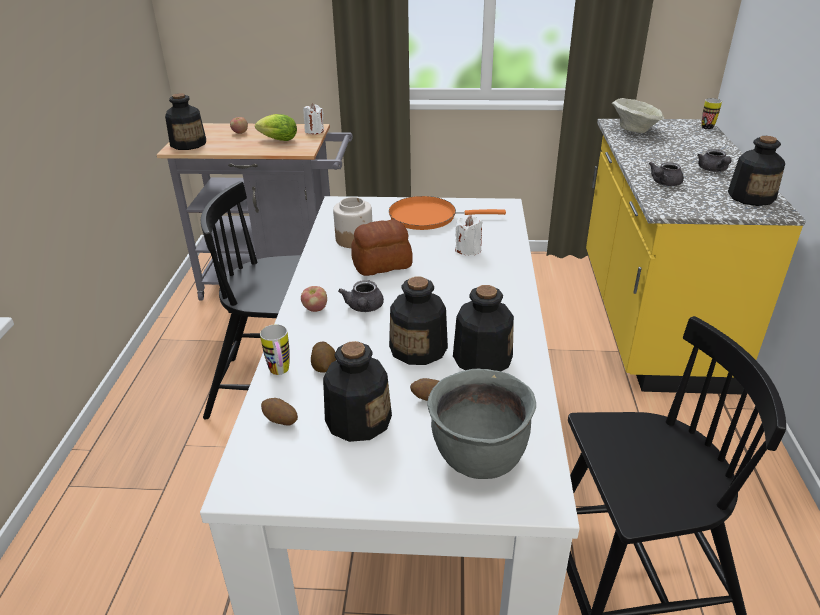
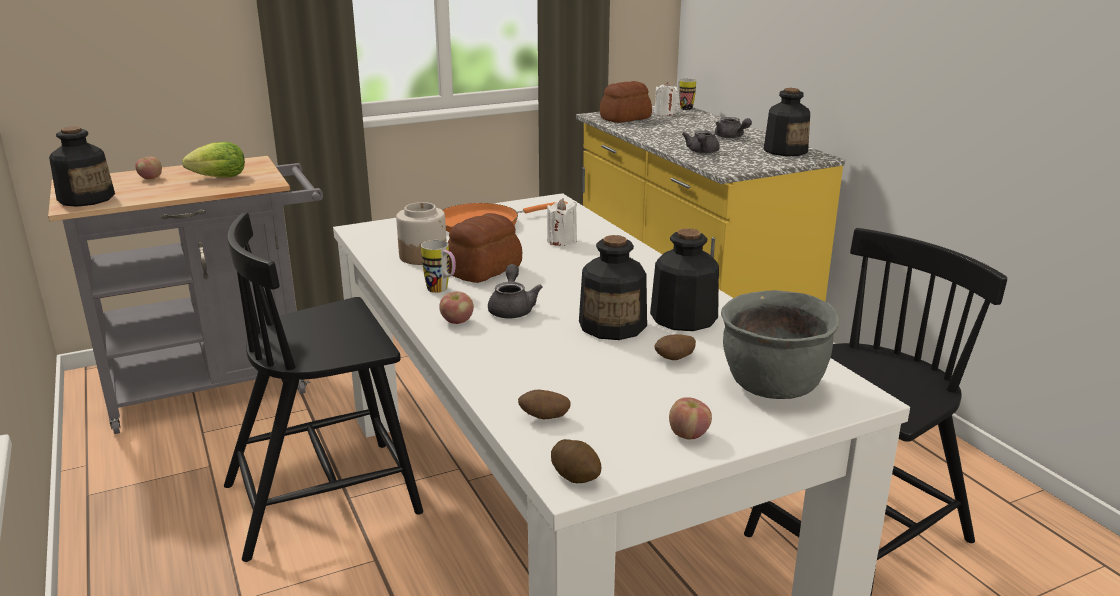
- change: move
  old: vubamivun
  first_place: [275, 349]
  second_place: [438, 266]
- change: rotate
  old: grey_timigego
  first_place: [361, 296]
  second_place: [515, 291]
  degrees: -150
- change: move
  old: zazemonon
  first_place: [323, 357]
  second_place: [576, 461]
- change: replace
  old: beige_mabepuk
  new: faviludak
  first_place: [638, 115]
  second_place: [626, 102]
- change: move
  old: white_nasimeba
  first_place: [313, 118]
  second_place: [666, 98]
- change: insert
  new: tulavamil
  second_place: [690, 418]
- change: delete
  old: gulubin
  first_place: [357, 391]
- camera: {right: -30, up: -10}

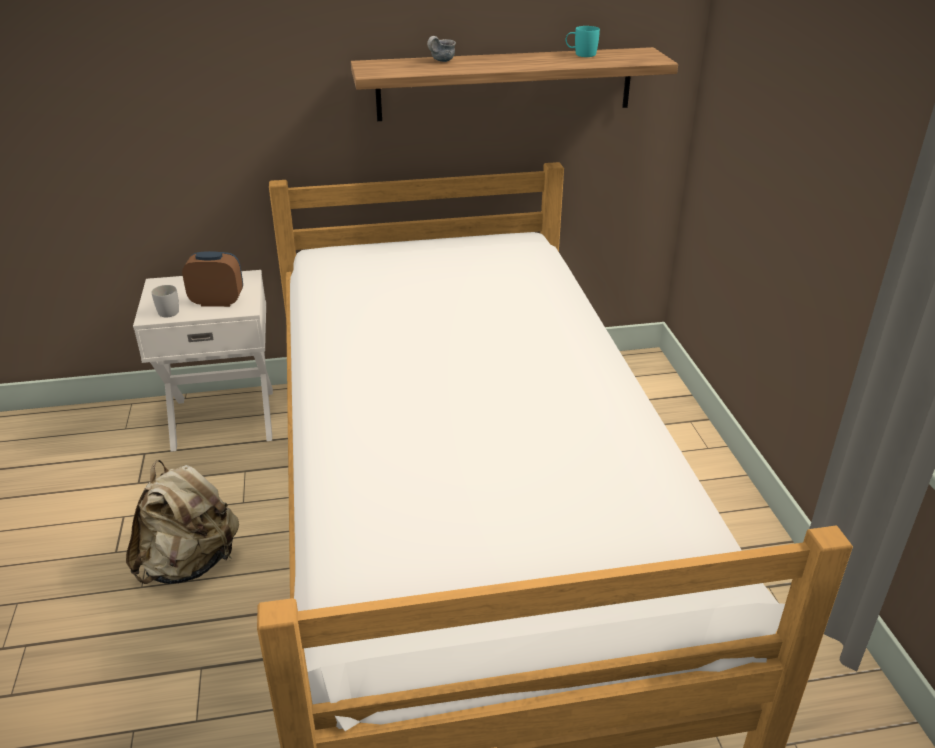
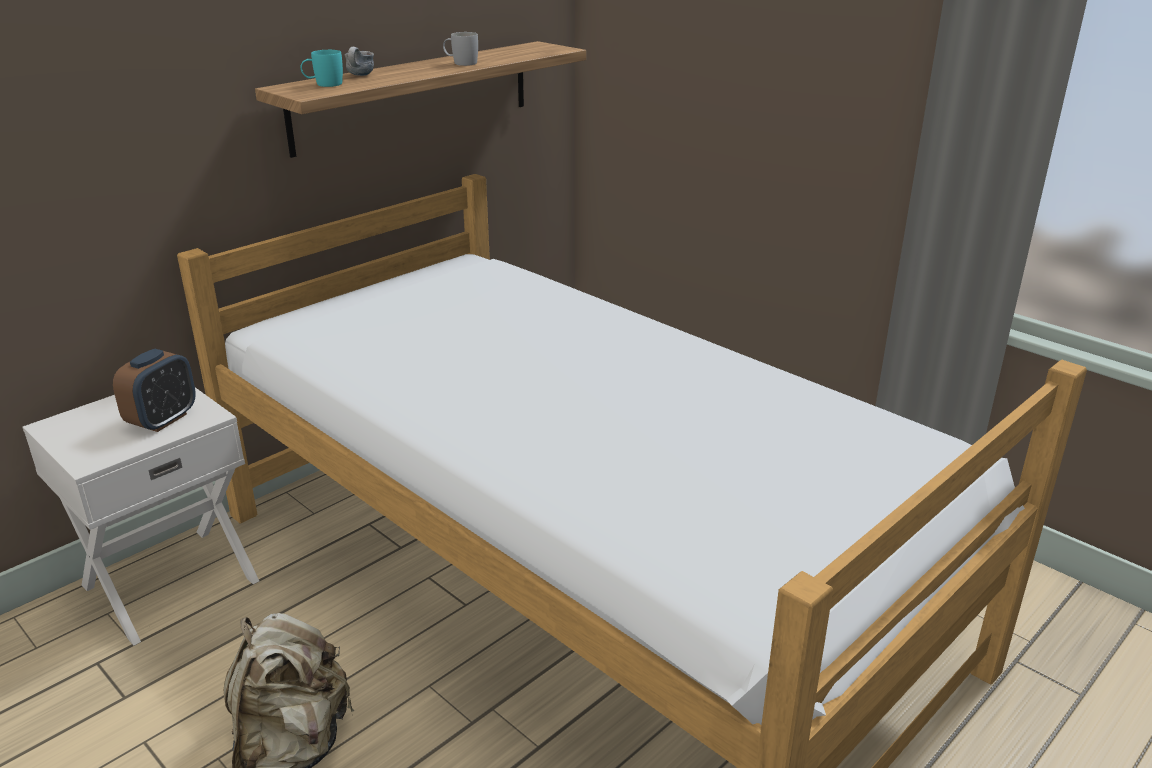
- change: rotate
  old: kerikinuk
  first_place: [212, 279]
  second_place: [154, 390]
  degrees: 150
- change: move
  old: turquoise_vubamivun
  first_place: [583, 41]
  second_place: [322, 68]
- change: move
  old: white_vubamivun
  first_place: [165, 301]
  second_place: [460, 49]
- camera: {right: -35, up: -5}

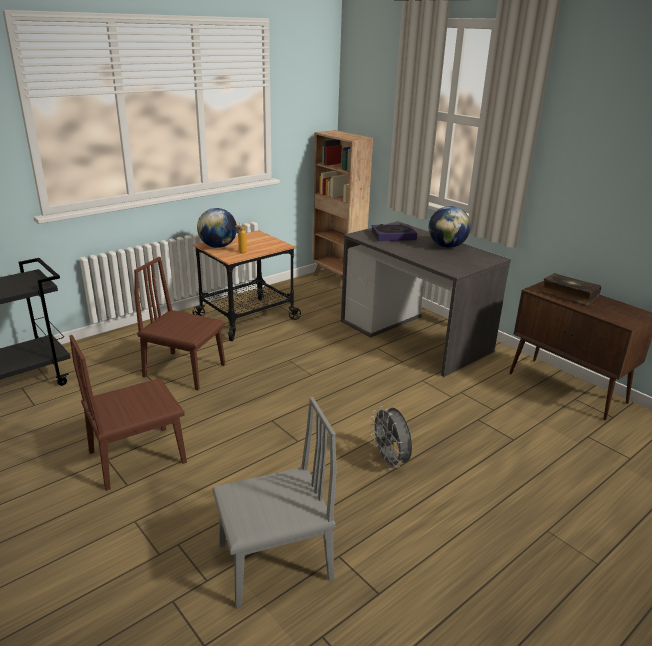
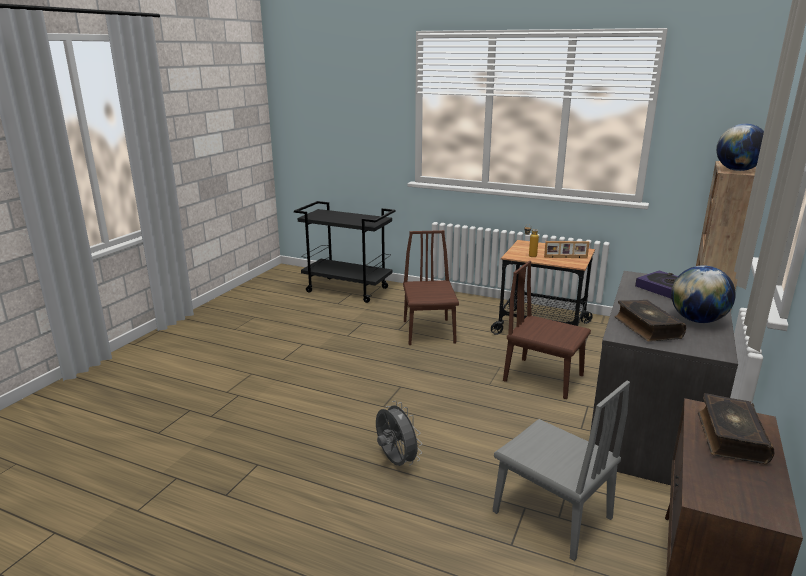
- change: rotate
  old: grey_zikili
  first_place: [391, 438]
  second_place: [399, 433]
  degrees: 105
- change: move
  old: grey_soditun
  first_place: [274, 502]
  second_place: [561, 471]
- change: move
  old: brown_soditun
  first_place: [128, 413]
  second_place: [547, 330]
- change: insert
  new: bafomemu
  second_place: [566, 249]
- change: insert
  new: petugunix
  second_place: [650, 321]
- change: move
  old: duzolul
  first_place: [217, 228]
  second_place: [740, 147]
- camera: {right: 65, up: -5}

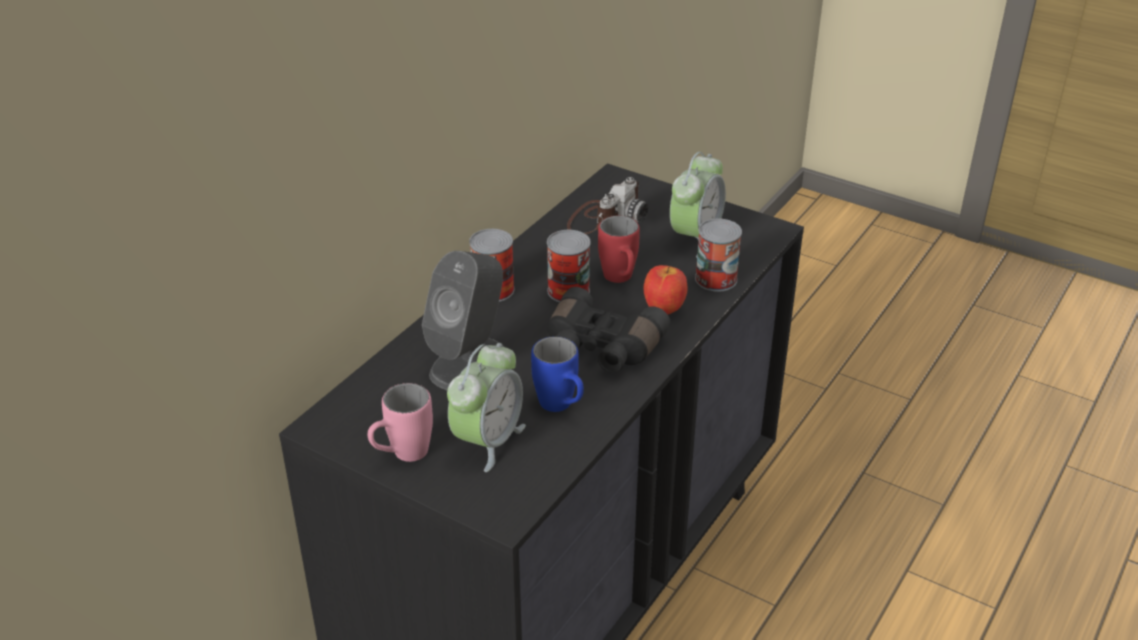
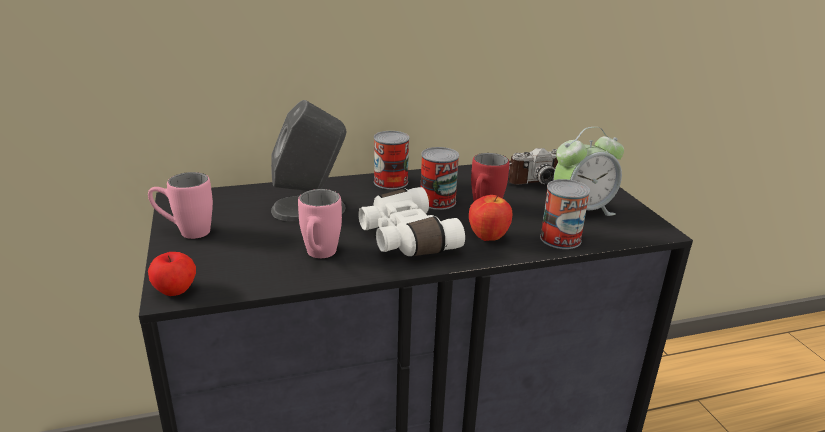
- change: insert
  new: tulavamil
  second_place: [172, 274]
- change: recolor
  old: blue_vubamivun
  new: pink_vubamivun
  first_place: [557, 374]
  second_place: [320, 223]
- change: recolor
  old: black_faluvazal
  new: white_faluvazal
  first_place: [609, 330]
  second_place: [411, 221]
- change: delete
  old: kerikinuk
  first_place: [486, 407]
- camera: {right: 40, up: -10}

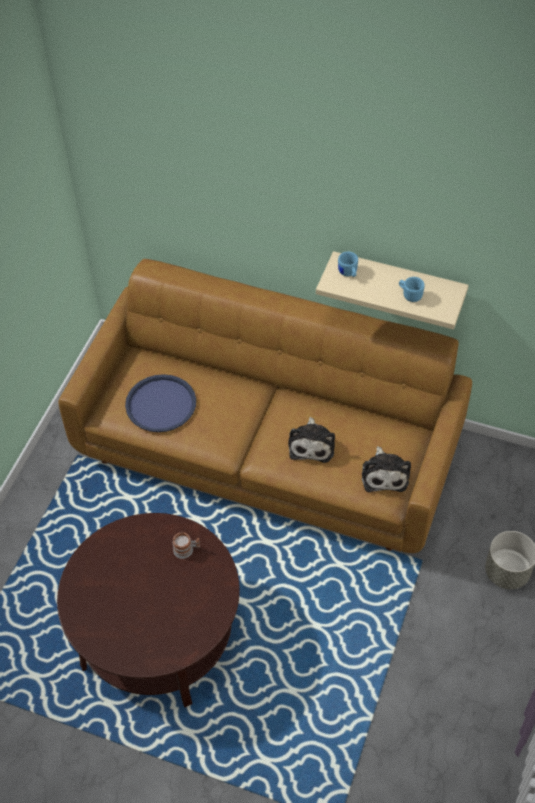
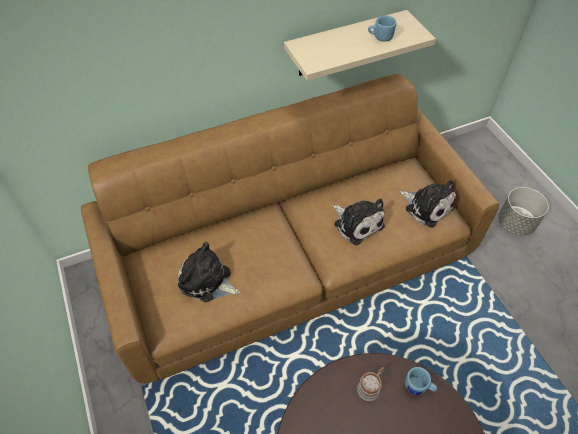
- change: replace
  old: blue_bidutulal
  new: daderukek
  first_place: [160, 403]
  second_place: [209, 272]
- change: move
  old: blue_vubamivun
  first_place: [348, 264]
  second_place: [421, 381]
- camera: {right: -45, up: 0}

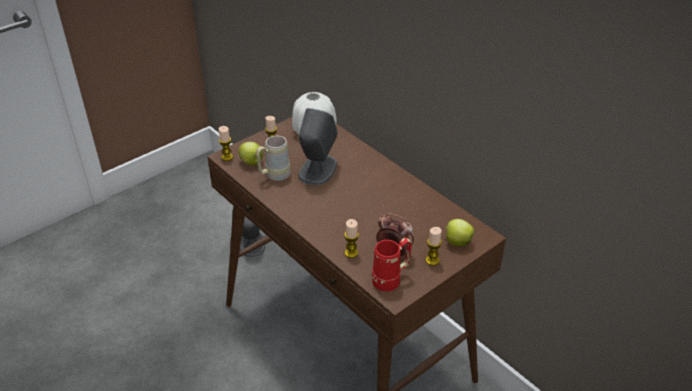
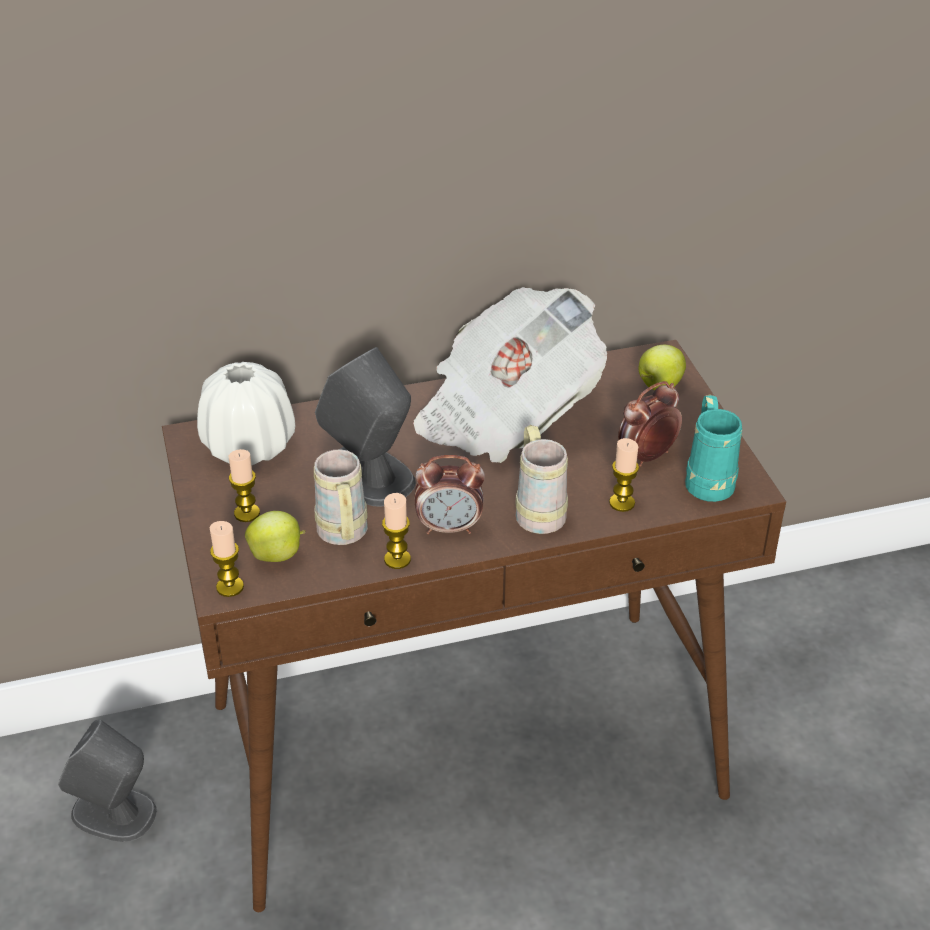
- change: move
  old: nasimeba
  first_place: [433, 246]
  second_place: [396, 531]
- change: insert
  new: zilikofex
  second_place: [510, 375]
- change: insert
  new: kerikinuk
  second_place: [449, 494]
- change: insert
  new: beige_vubamivun
  second_place: [541, 479]
- change: recolor
  old: red_vubamivun
  new: turquoise_vubamivun
  first_place: [392, 264]
  second_place: [713, 448]
- camera: {right: -65, up: 0}

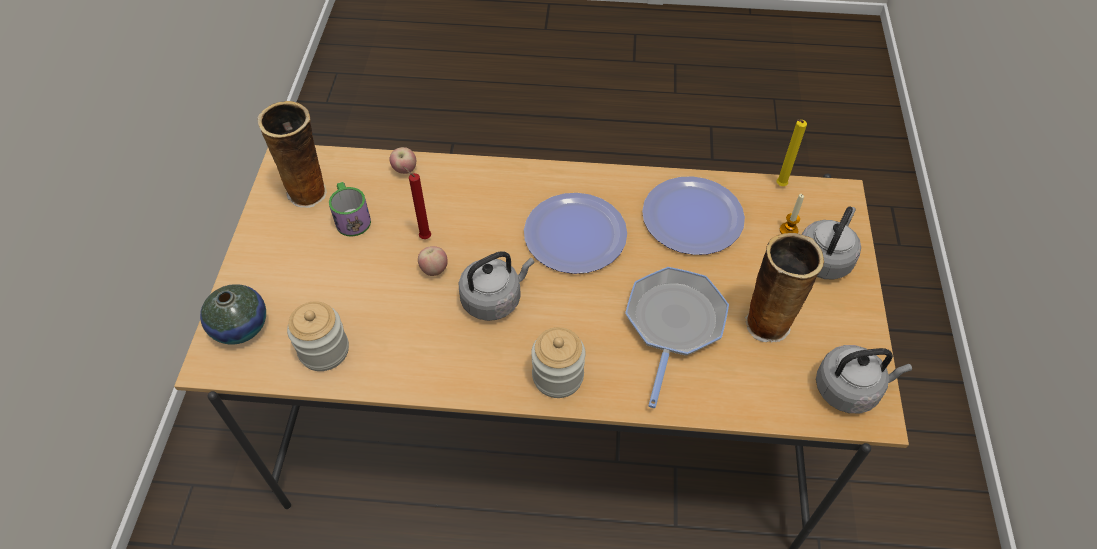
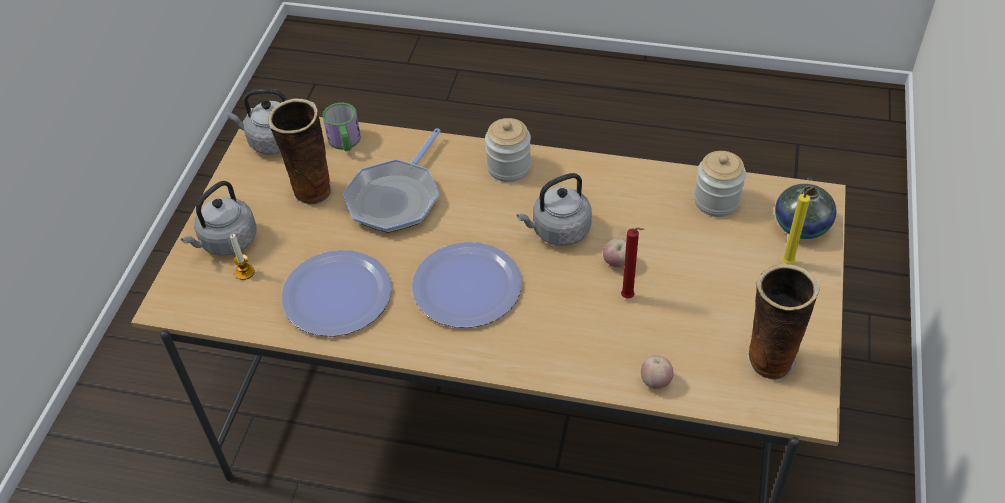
- change: move
  old: vubamivun
  first_place: [350, 209]
  second_place: [342, 127]
- change: move
  old: yellow_nasimeba
  first_place: [792, 153]
  second_place: [798, 224]
- camera: {right: -170, up: -5}

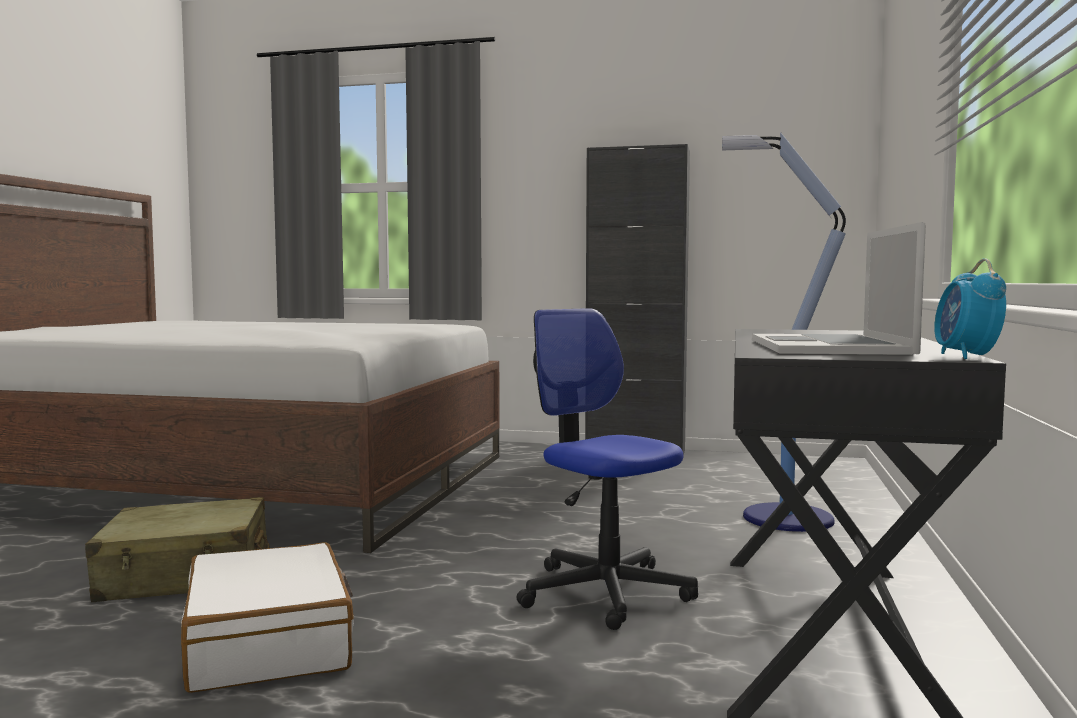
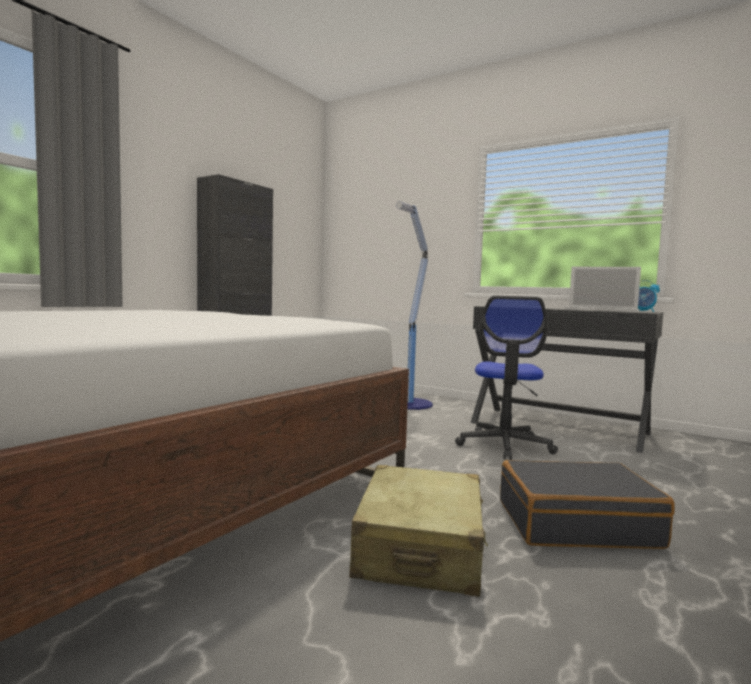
- change: rotate
  old: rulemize
  first_place: [607, 469]
  second_place: [506, 378]
  degrees: -60
- change: recolor
  old: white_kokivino
  new: black_kokivino
  first_place: [267, 617]
  second_place: [587, 504]
- camera: {right: -70, up: 0}

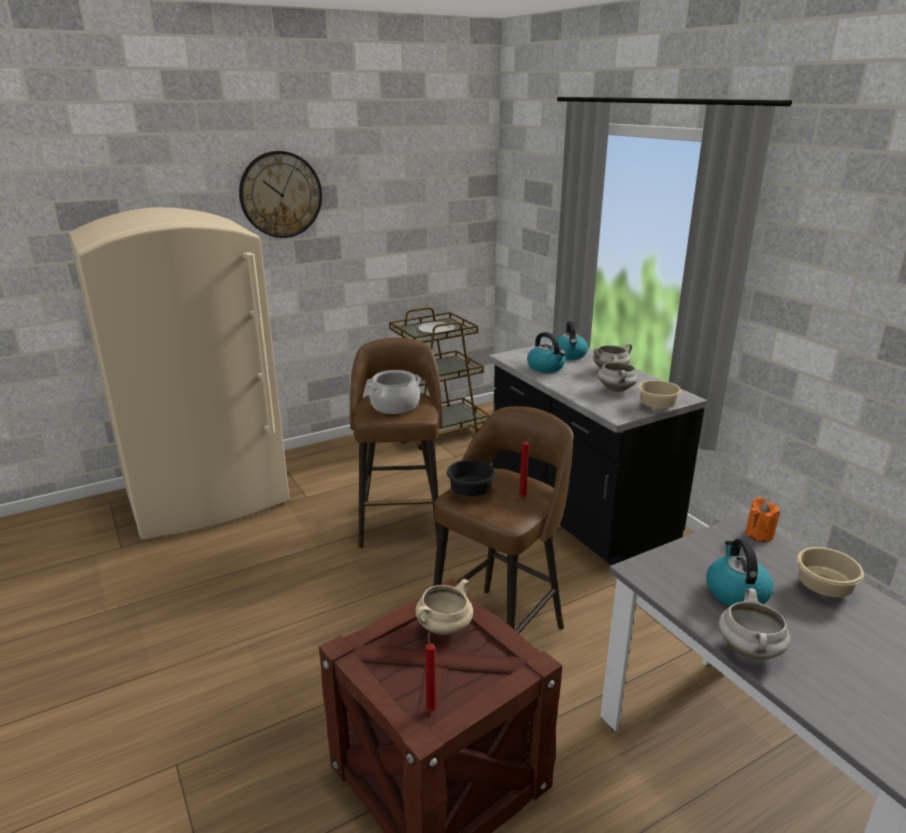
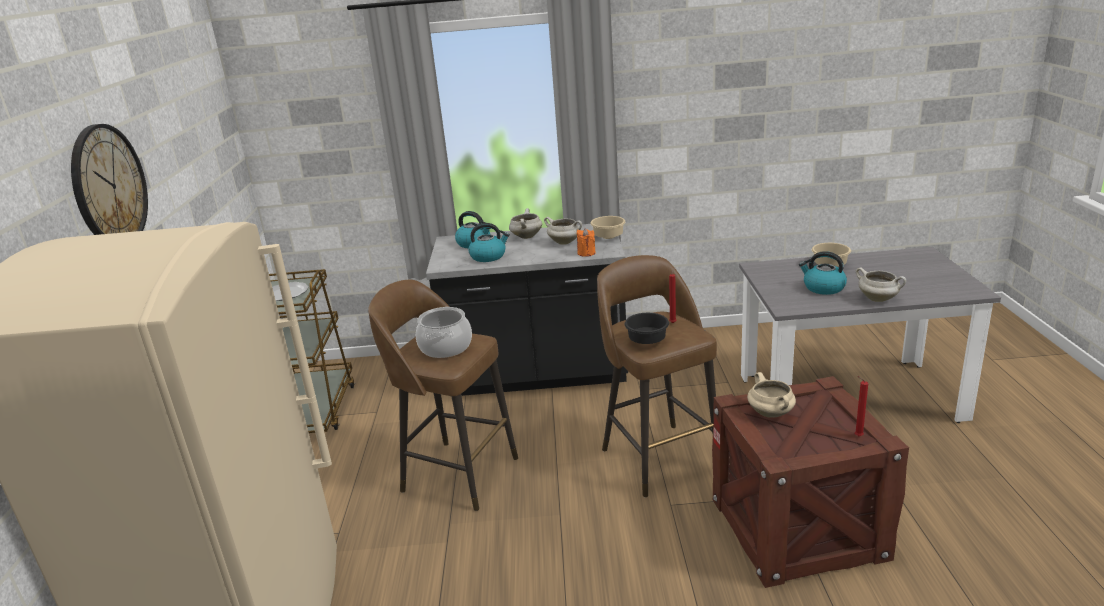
- change: move
  old: orange_nasimeba
  first_place: [762, 519]
  second_place: [586, 242]
- camera: {right: -60, up: 0}

